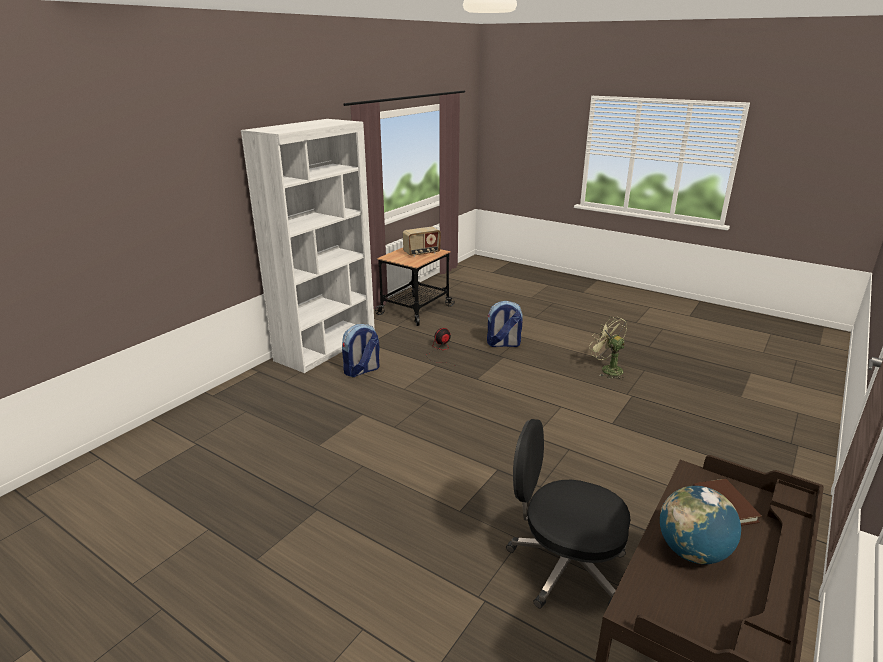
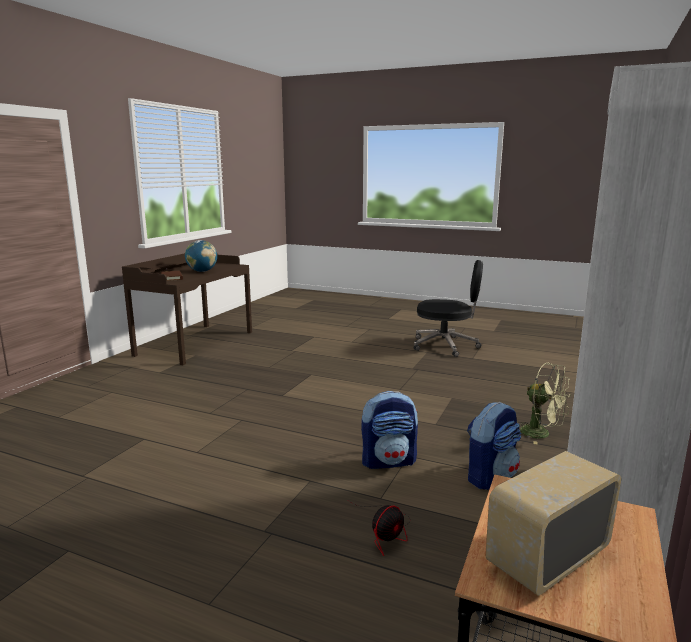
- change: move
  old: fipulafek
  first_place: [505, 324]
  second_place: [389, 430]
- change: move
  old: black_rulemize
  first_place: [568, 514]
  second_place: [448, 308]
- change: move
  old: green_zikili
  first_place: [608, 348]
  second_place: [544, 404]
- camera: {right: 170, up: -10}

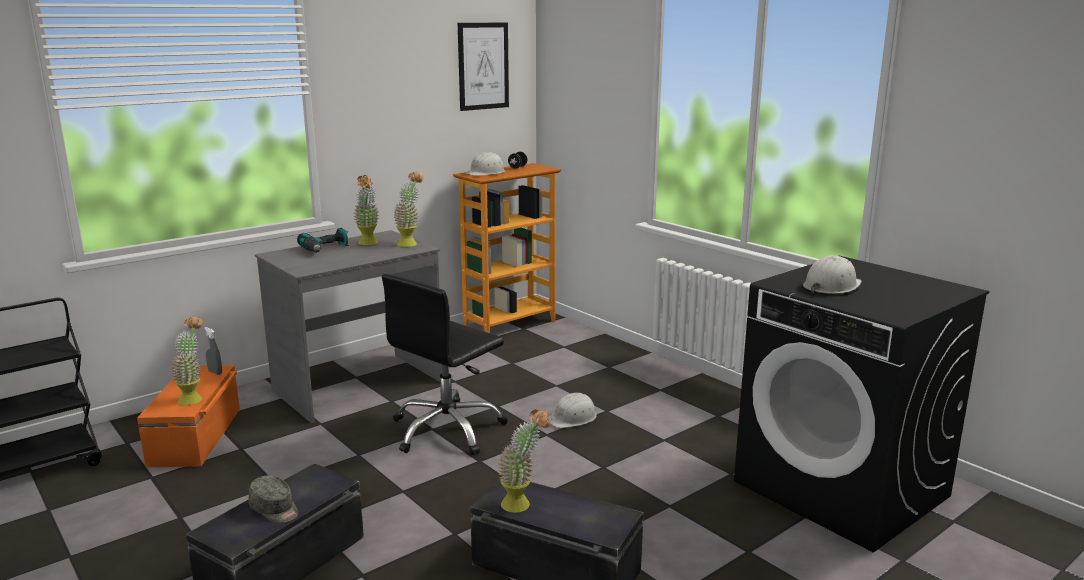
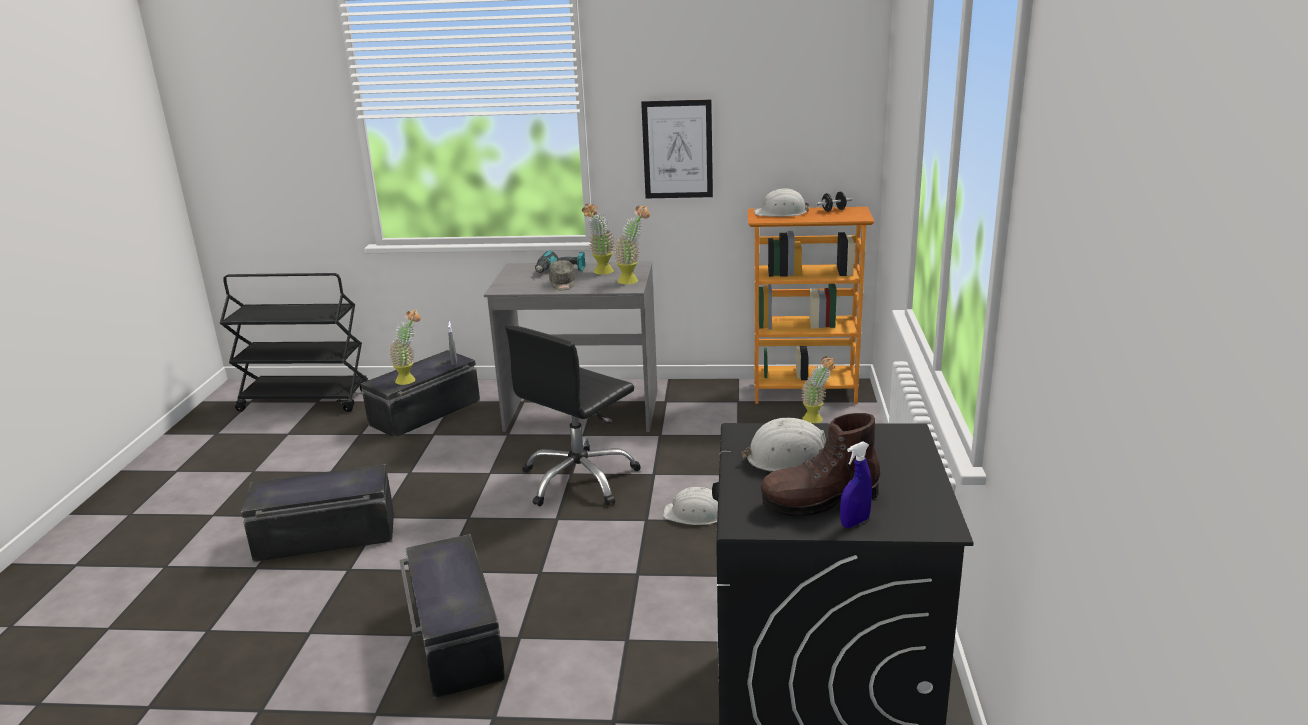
- change: recolor
  old: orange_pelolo
  new: black_pelolo
  first_place: [188, 416]
  second_place: [420, 394]
- change: rotate
  old: black_rulemize
  first_place: [445, 364]
  second_place: [573, 415]
  degrees: -45
- change: move
  old: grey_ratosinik
  first_place: [273, 499]
  second_place: [562, 275]
- change: move
  old: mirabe
  first_place: [483, 67]
  second_place: [677, 148]
- change: insert
  new: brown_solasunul
  second_place: [820, 464]
- change: move
  old: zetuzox
  first_place: [524, 461]
  second_place: [818, 389]
- change: insert
  new: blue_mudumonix
  second_place: [856, 484]
- camera: {right: 45, up: 5}

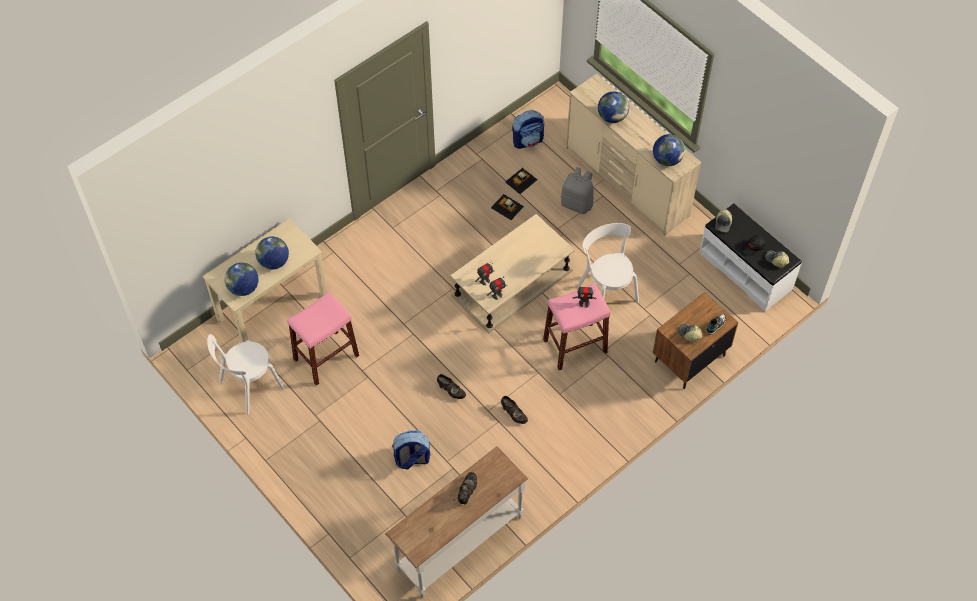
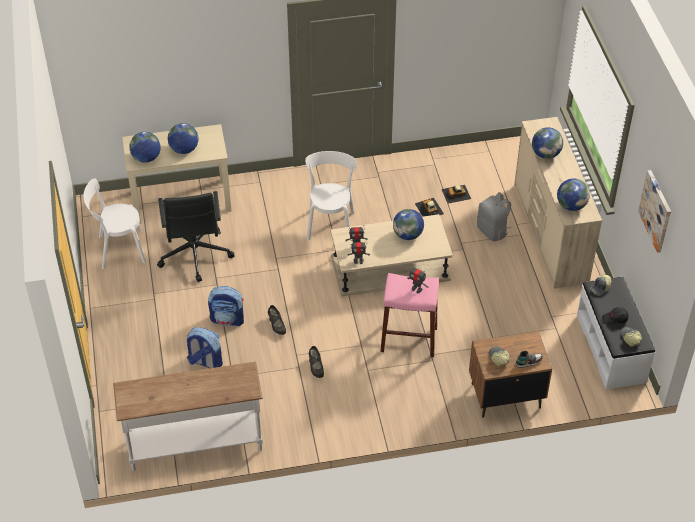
- change: replace
  old: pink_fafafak
  new: black_rulemize
  first_place: [323, 339]
  second_place: [195, 236]
- change: move
  old: fipulafek
  first_place: [528, 129]
  second_place: [226, 306]
- change: move
  old: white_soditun
  first_place: [608, 263]
  second_place: [331, 195]
- change: insert
  new: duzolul
  second_place: [408, 224]
- change: insert
  new: mirabe
  second_place: [654, 211]
- change: delete
  old: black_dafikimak
  first_place: [467, 488]
- camera: {right: 30, up: -10}

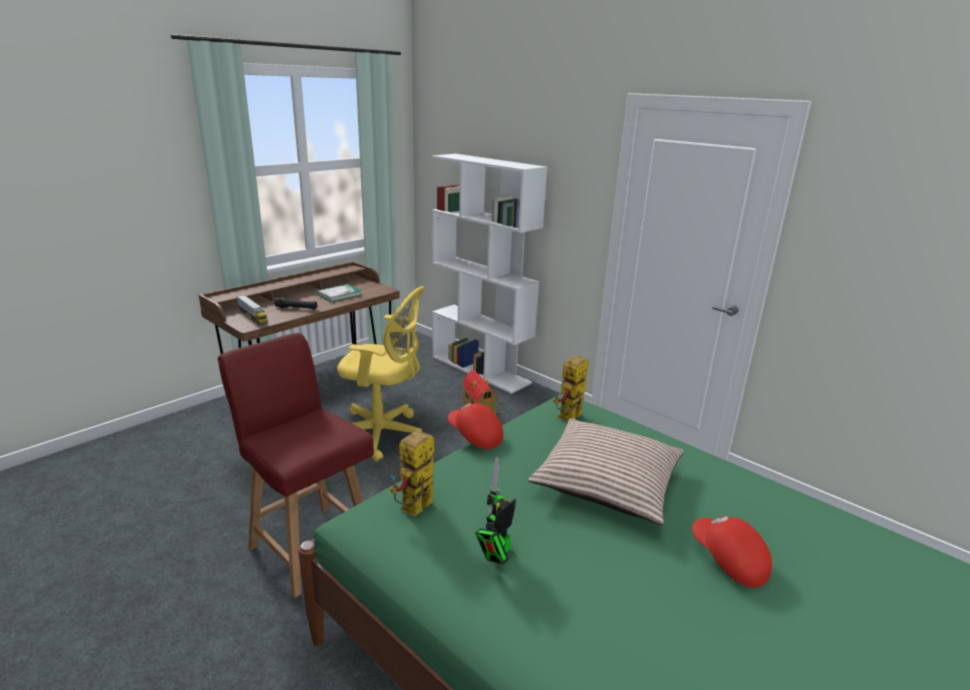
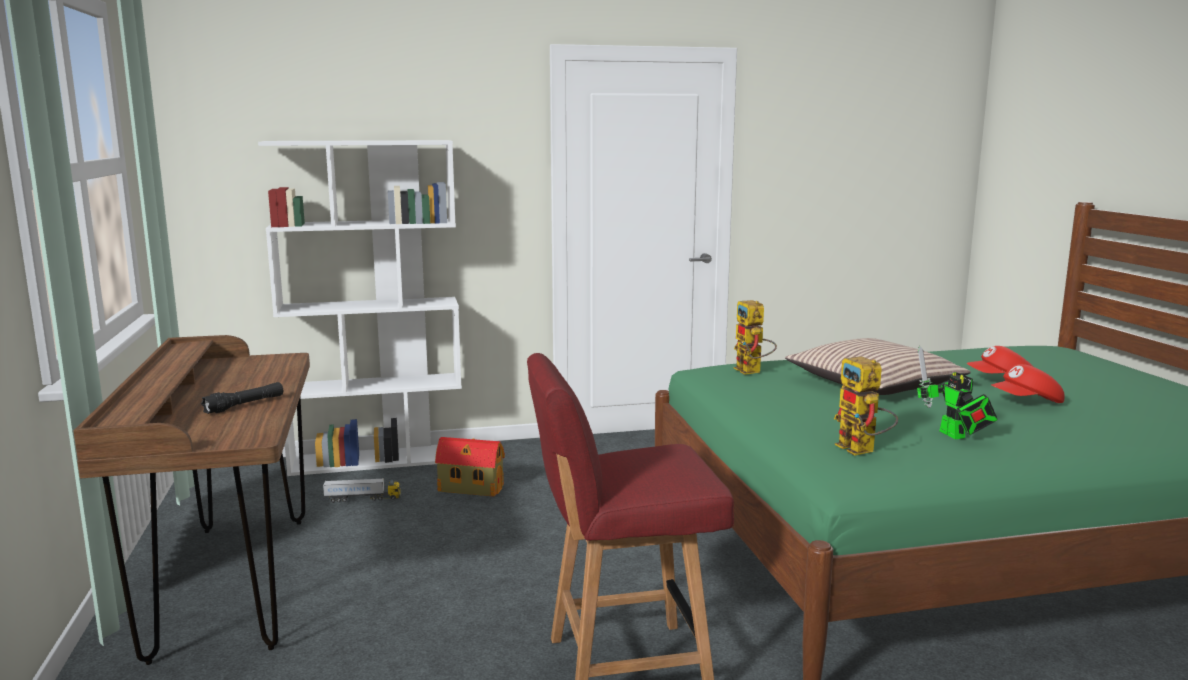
- change: move
  old: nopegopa
  first_place: [252, 310]
  second_place: [362, 490]
- change: move
  old: red_ratosinik
  first_place: [475, 426]
  second_place: [1028, 383]
- change: delete
  old: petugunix
  first_place: [339, 293]
- change: delete
  old: yellow_rulemize
  first_place: [381, 374]
- camera: {right: -55, up: -10}

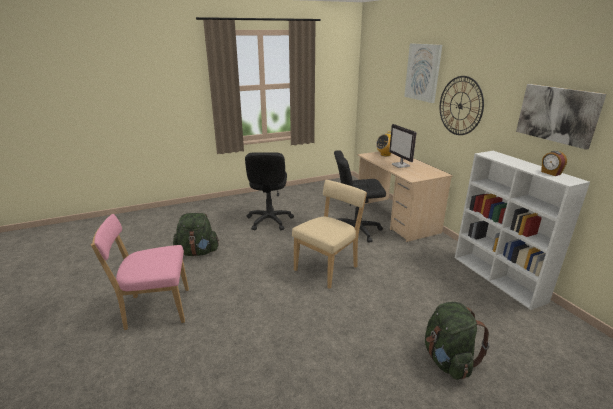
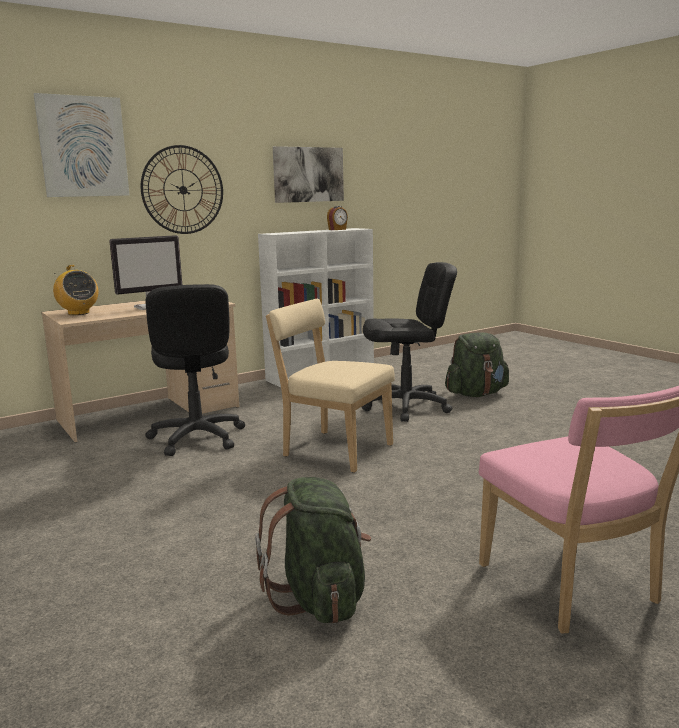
- change: move
  old: black_rulemize
  first_place: [269, 191]
  second_place: [409, 342]
- camera: {right: -100, up: -10}

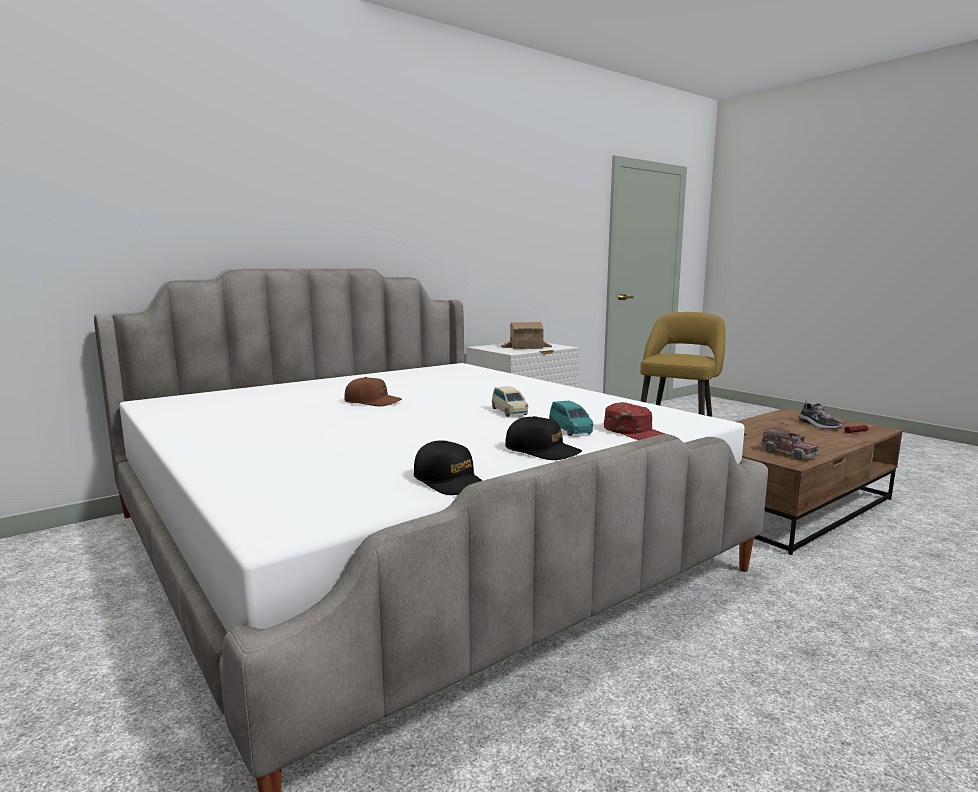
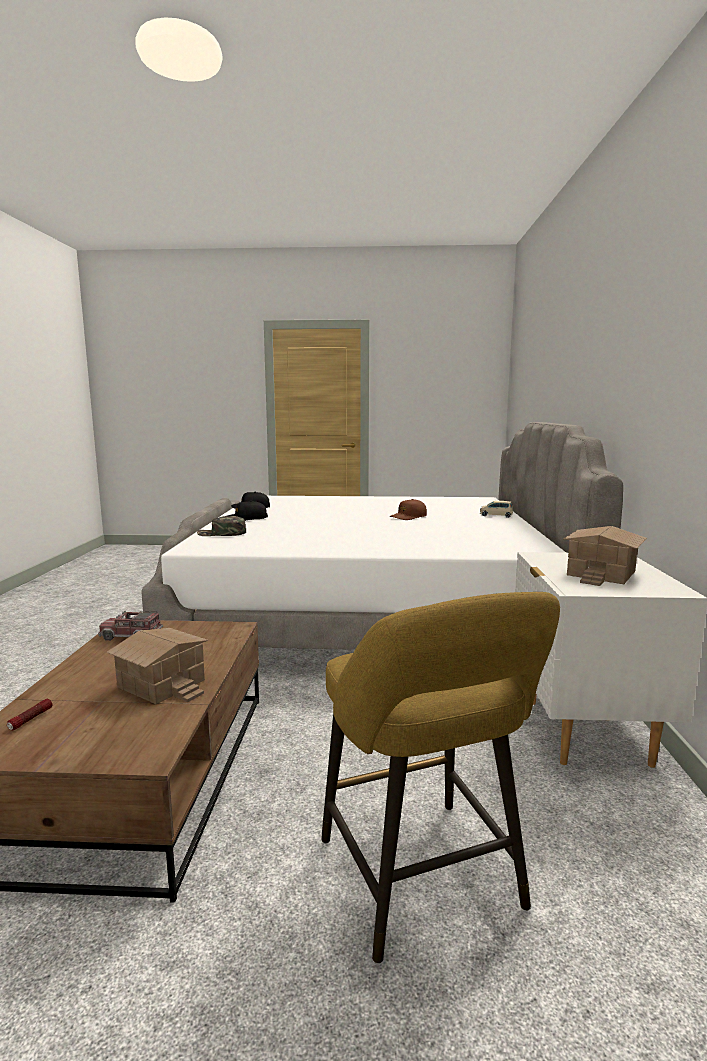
- change: insert
  new: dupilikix
  second_place: [157, 666]
- change: recolor
  old: red_ratosinik
  new: green_ratosinik
  first_place: [634, 421]
  second_place: [221, 526]
- change: move
  old: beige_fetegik
  first_place: [510, 401]
  second_place: [496, 509]
- change: delete
  old: turquoise_fetegik
  first_place: [571, 418]
- change: delete
  old: dafikimak
  first_place: [821, 415]
- camera: {right: 130, up: 0}

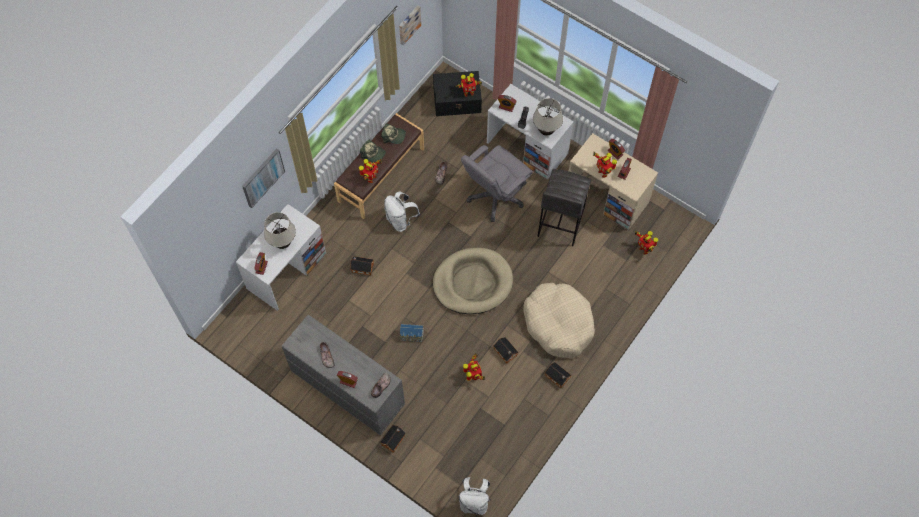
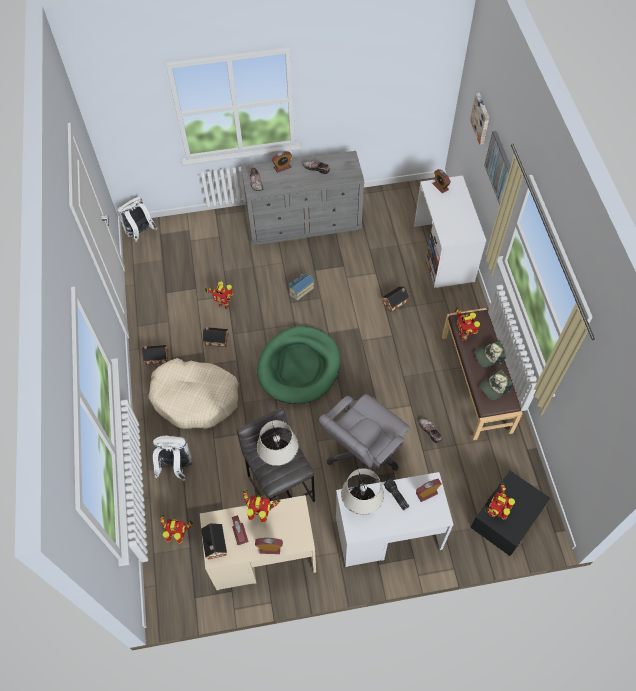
- change: move
  old: white_fipulafek
  first_place: [402, 212]
  second_place: [172, 458]
- change: move
  old: dupilikix
  first_place: [393, 438]
  second_place: [214, 541]
- change: recolor
  old: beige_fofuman
  new: green_fofuman
  first_place: [473, 281]
  second_place: [298, 365]
- change: move
  old: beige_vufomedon
  first_place: [280, 230]
  second_place: [277, 443]
- change: rotate
  old: grey_rulemize
  first_place: [497, 183]
  second_place: [364, 440]
  degrees: -135
- change: move
  old: mirabe
  first_place: [410, 25]
  second_place: [479, 119]
- camera: {right: 135, up: -5}

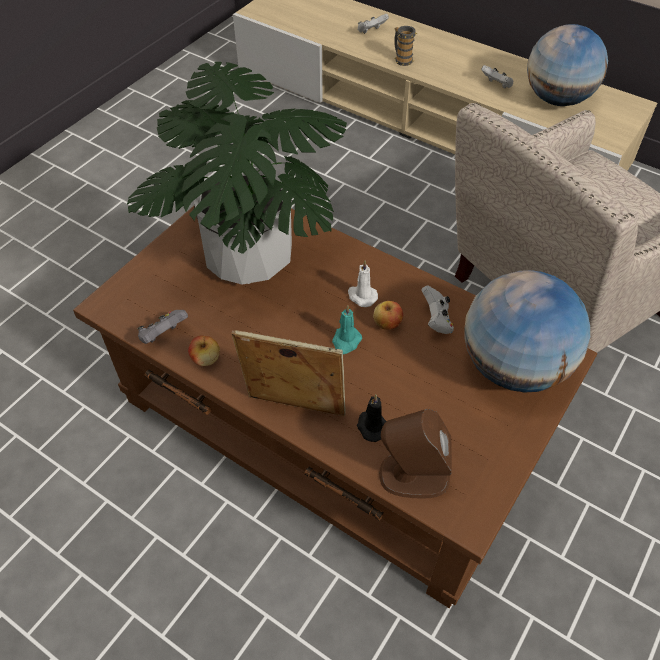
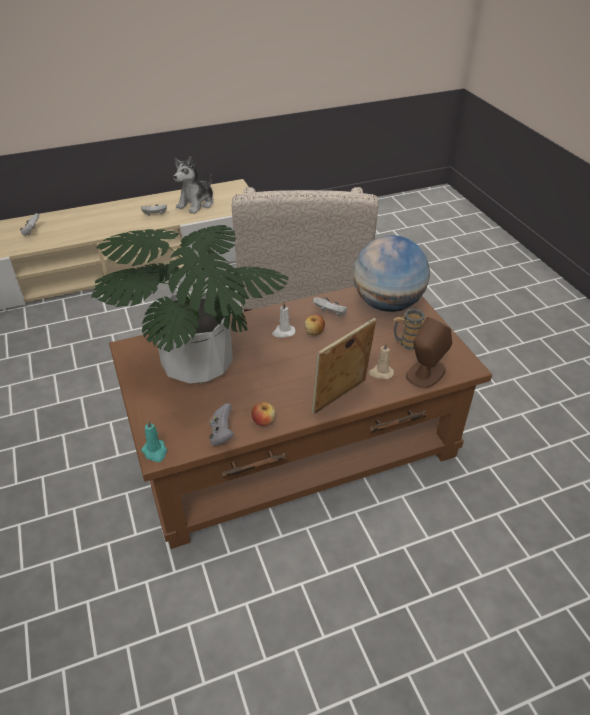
- change: move
  old: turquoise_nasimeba
  first_place: [347, 329]
  second_place: [154, 441]
- change: replace
  old: duzolul
  new: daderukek
  first_place: [567, 65]
  second_place: [194, 185]
- change: recolor
  old: black_nasimeba
  new: beige_nasimeba
  first_place: [372, 418]
  second_place: [381, 361]
- change: move
  old: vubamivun
  first_place: [405, 46]
  second_place: [410, 329]
- camera: {right: -55, up: -10}

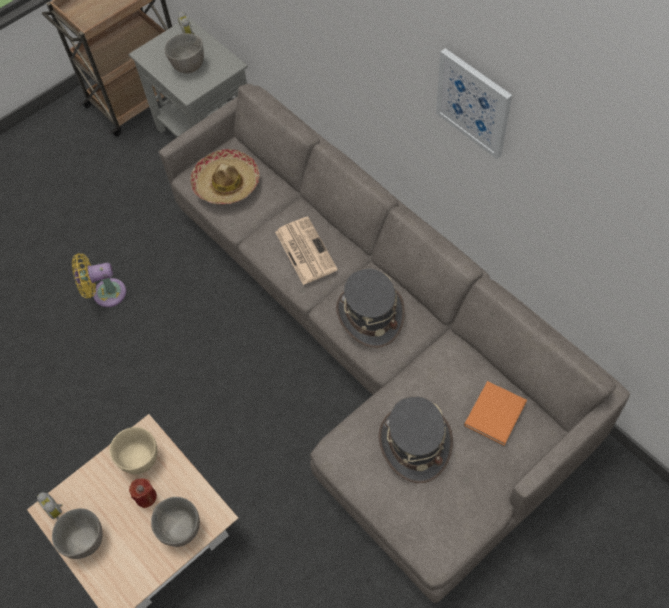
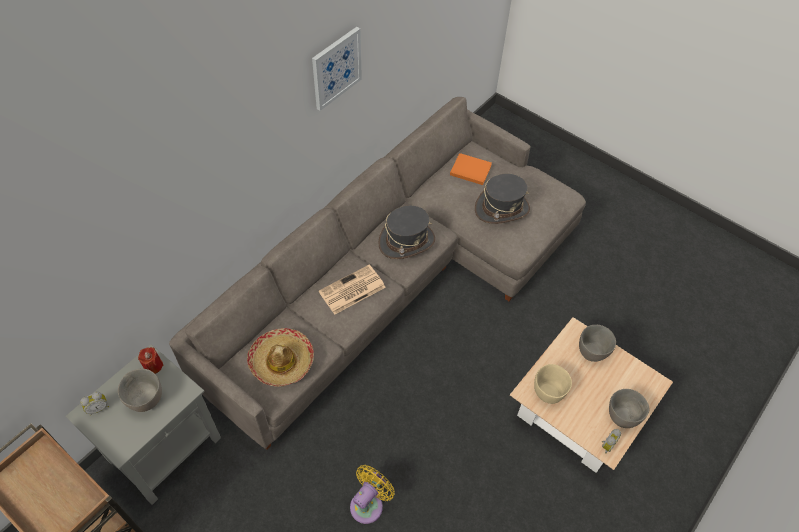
- change: move
  old: red_nasimeba
  first_place: [143, 493]
  second_place: [150, 360]
- change: rotate
  old: yellow_zikili
  first_place: [99, 280]
  second_place: [372, 494]
  degrees: -120
- camera: {right: -105, up: -5}

